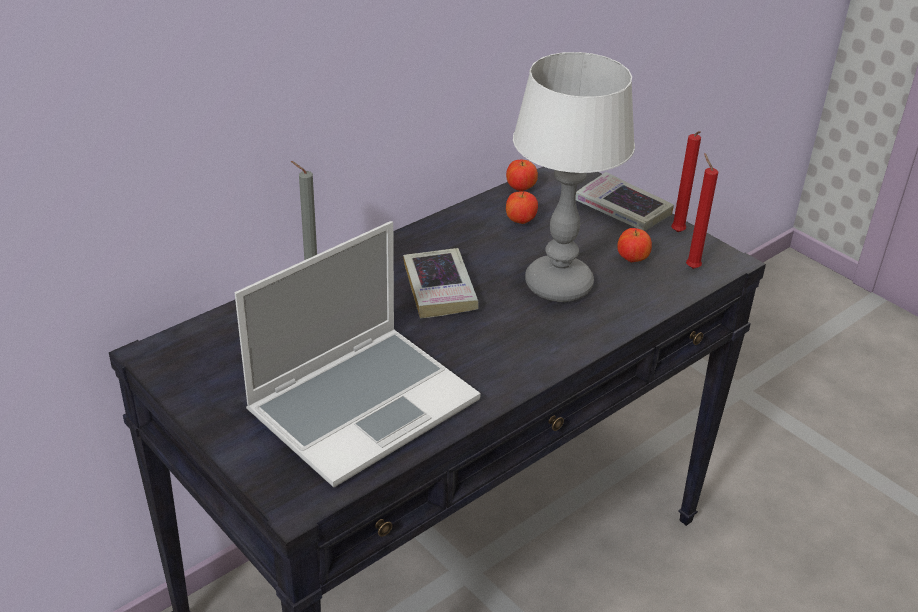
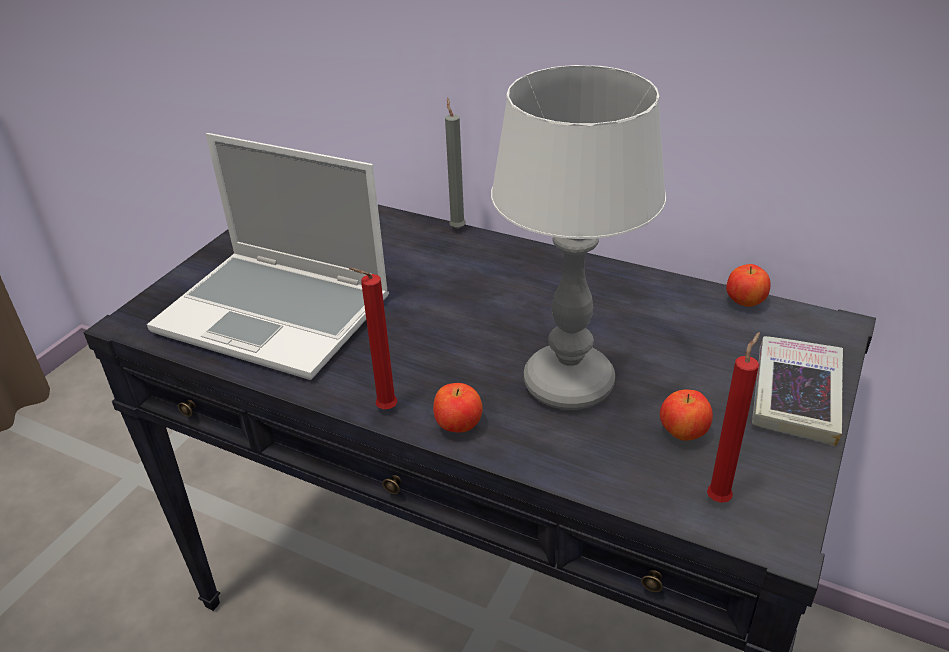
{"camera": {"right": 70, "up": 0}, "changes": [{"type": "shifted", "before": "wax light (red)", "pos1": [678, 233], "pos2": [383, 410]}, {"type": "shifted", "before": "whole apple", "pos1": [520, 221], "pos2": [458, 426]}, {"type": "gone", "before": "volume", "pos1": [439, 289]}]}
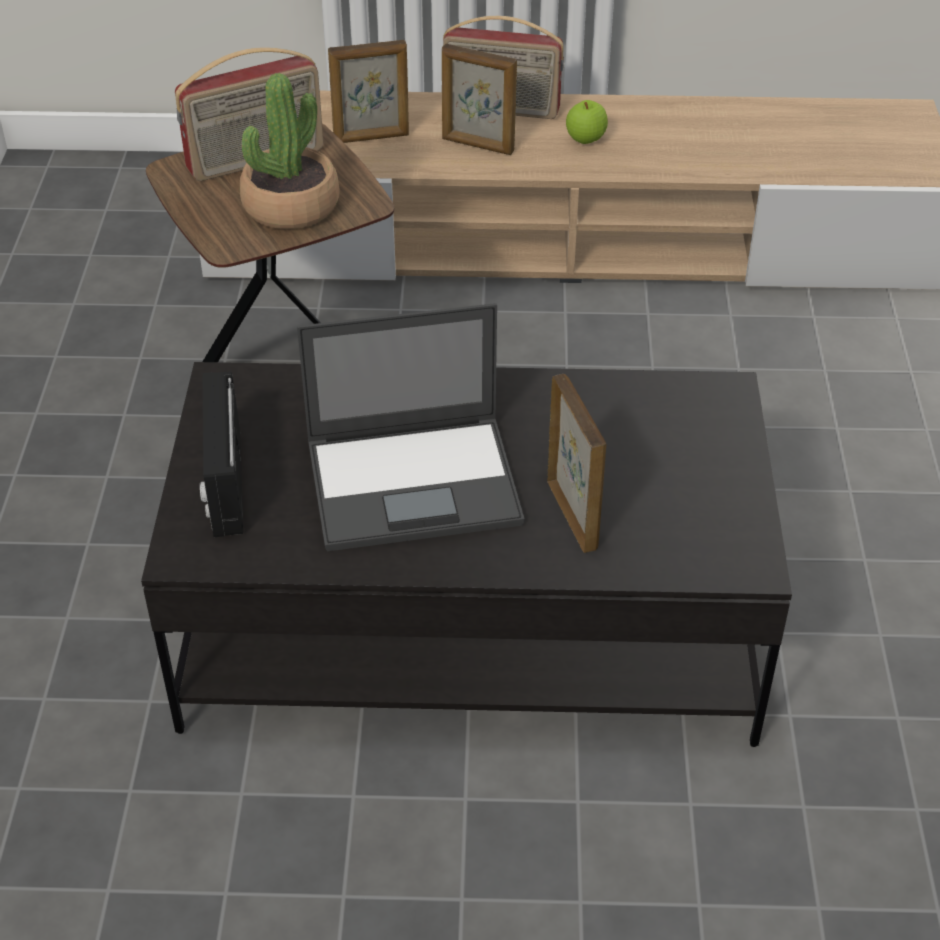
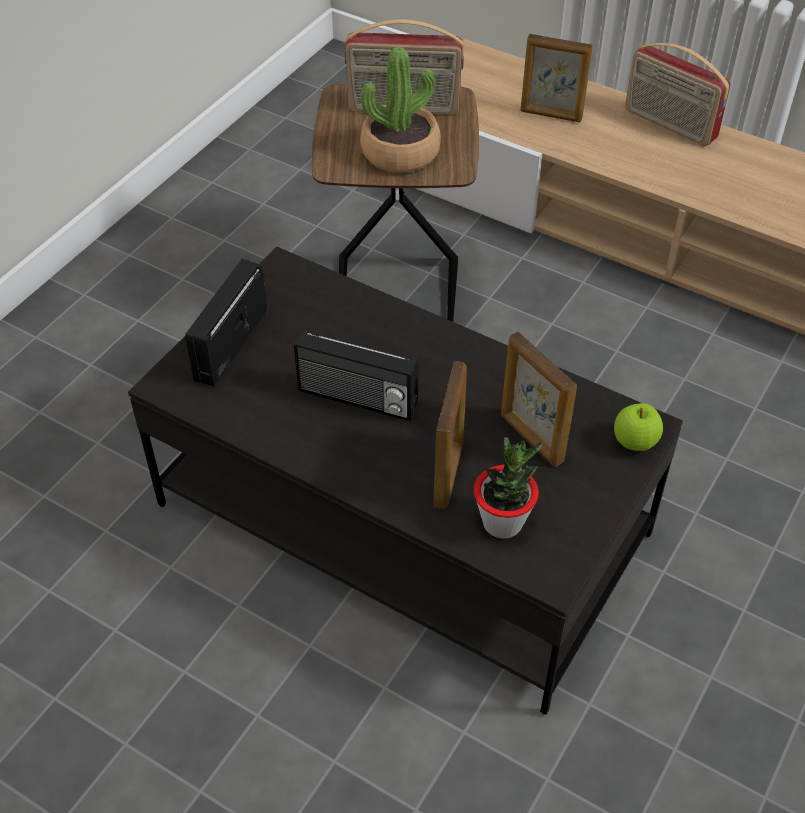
{"camera": {"right": 30, "up": 5}, "changes": [{"type": "shifted", "before": "picture frame", "pos1": [477, 145], "pos2": [531, 438]}, {"type": "shifted", "before": "whole apple", "pos1": [585, 140], "pos2": [634, 442]}, {"type": "swapped", "before": "laptop", "after": "radio set", "pos1": [416, 482], "pos2": [357, 399]}, {"type": "new", "after": "houseplant", "pos2": [503, 522]}]}
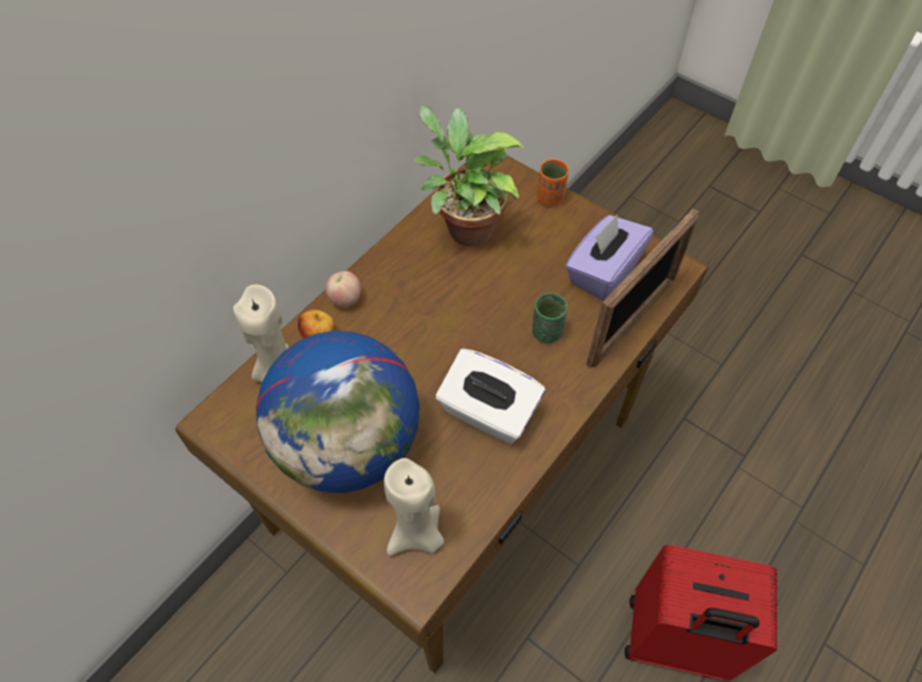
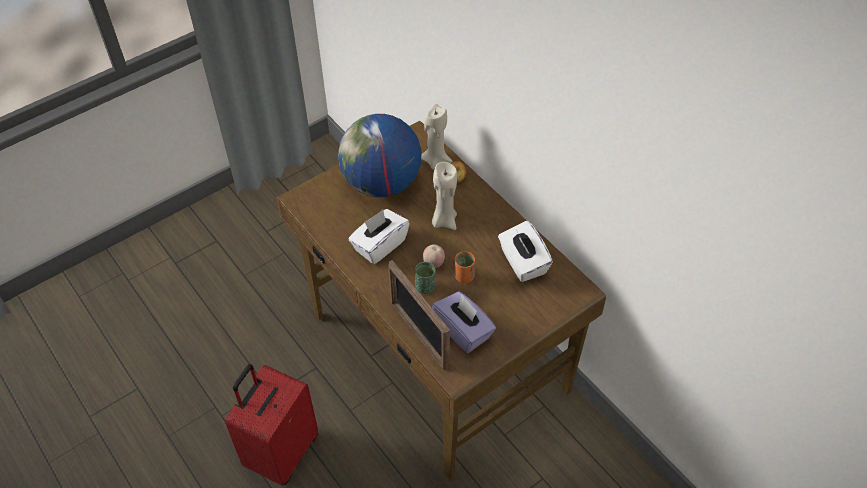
{"camera": {"right": 105, "up": -5}, "changes": [{"type": "swapped", "before": "houseplant", "after": "box of tissues (whitish)", "pos1": [464, 228], "pos2": [522, 263]}, {"type": "shifted", "before": "drinking cup (orange)", "pos1": [550, 198], "pos2": [464, 276]}, {"type": "shifted", "before": "whole apple", "pos1": [346, 300], "pos2": [433, 263]}, {"type": "shifted", "before": "wax light (sand-coloured)", "pos1": [417, 535], "pos2": [444, 220]}]}
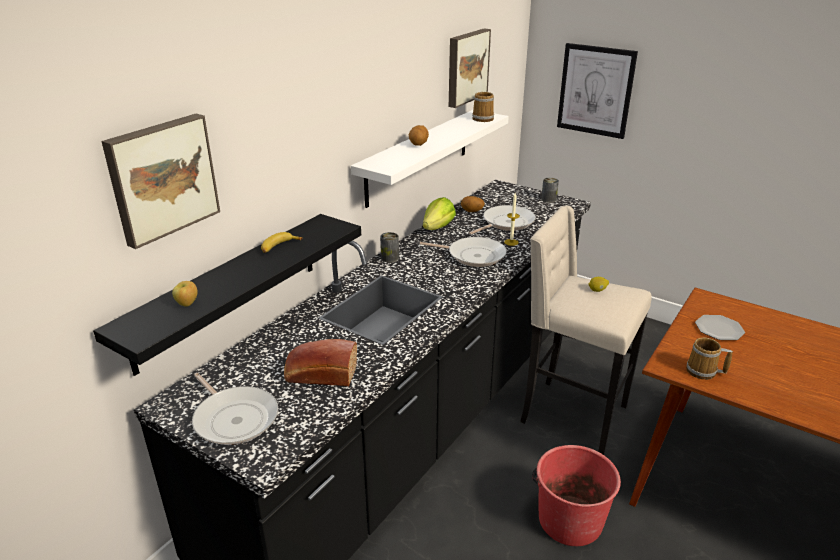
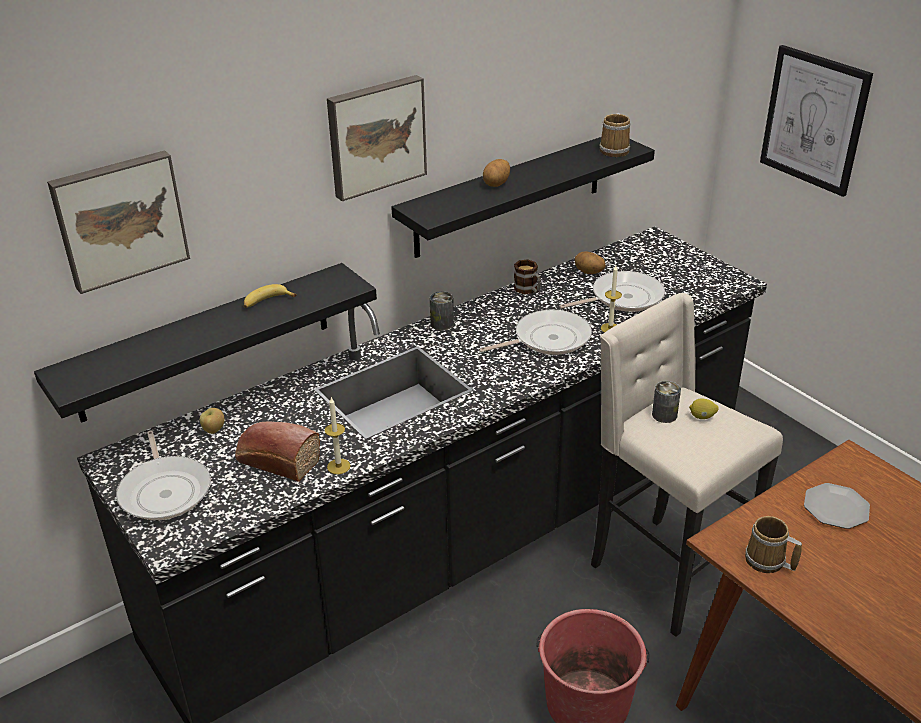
{"camera": {"right": 20, "up": 5}, "changes": [{"type": "shifted", "before": "wall art", "pos1": [466, 67], "pos2": [375, 136]}, {"type": "repainted", "before": "wall shelf (whitish)", "after": "wall shelf (black)", "pos1": [418, 156], "pos2": [510, 195]}, {"type": "shifted", "before": "metal can", "pos1": [548, 199], "pos2": [664, 415]}, {"type": "swapped", "before": "lettuce", "after": "coffee mug", "pos1": [438, 228], "pos2": [528, 290]}, {"type": "rotated", "before": "pan", "pos1": [473, 255], "pos2": [547, 339], "turn": -60}, {"type": "shifted", "before": "whole apple", "pos1": [187, 304], "pos2": [214, 430]}, {"type": "new", "after": "wax light", "pos2": [338, 466]}]}
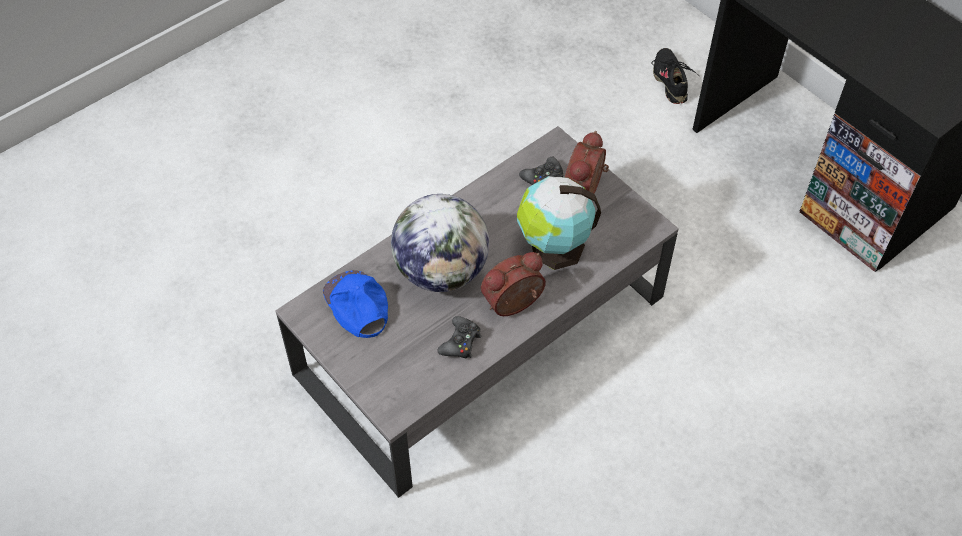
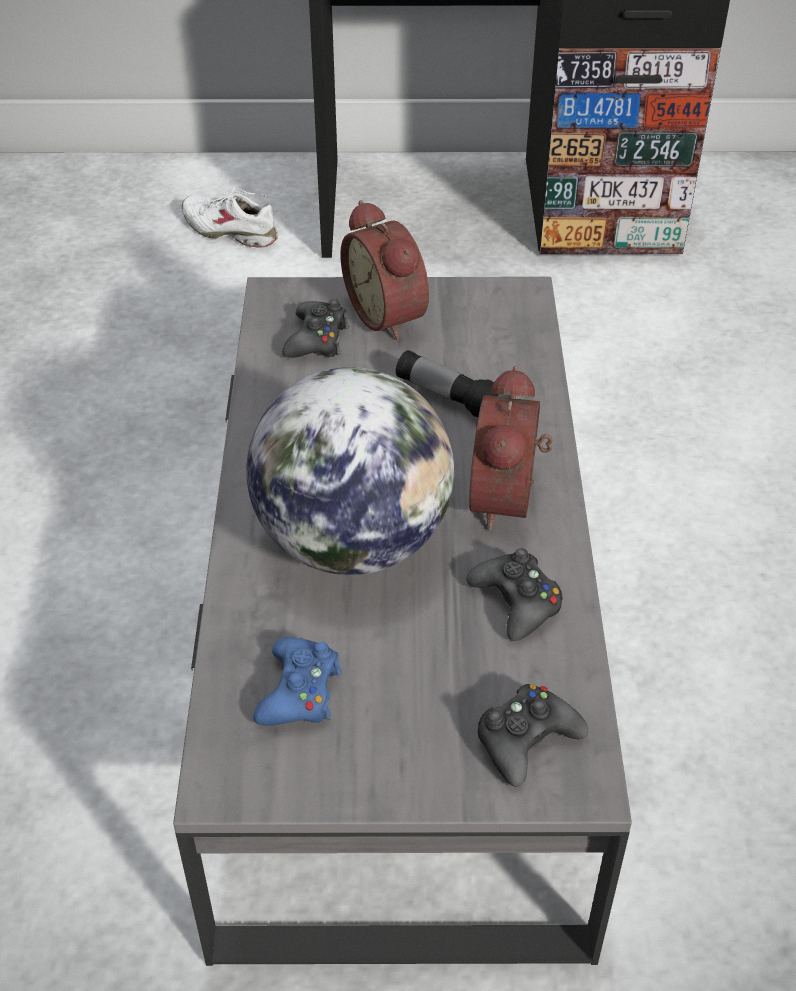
{"camera": {"right": -50, "up": -10}, "changes": [{"type": "repainted", "before": "low shoe (black)", "after": "low shoe (whitish)", "pos1": [671, 81], "pos2": [231, 230]}, {"type": "swapped", "before": "desk globe", "after": "flashlight", "pos1": [554, 247], "pos2": [451, 399]}, {"type": "swapped", "before": "baseball cap (blue-coloured)", "after": "game controller (blue-coloured)", "pos1": [357, 305], "pos2": [300, 692]}, {"type": "new", "after": "game controller (black)", "pos2": [526, 740]}]}
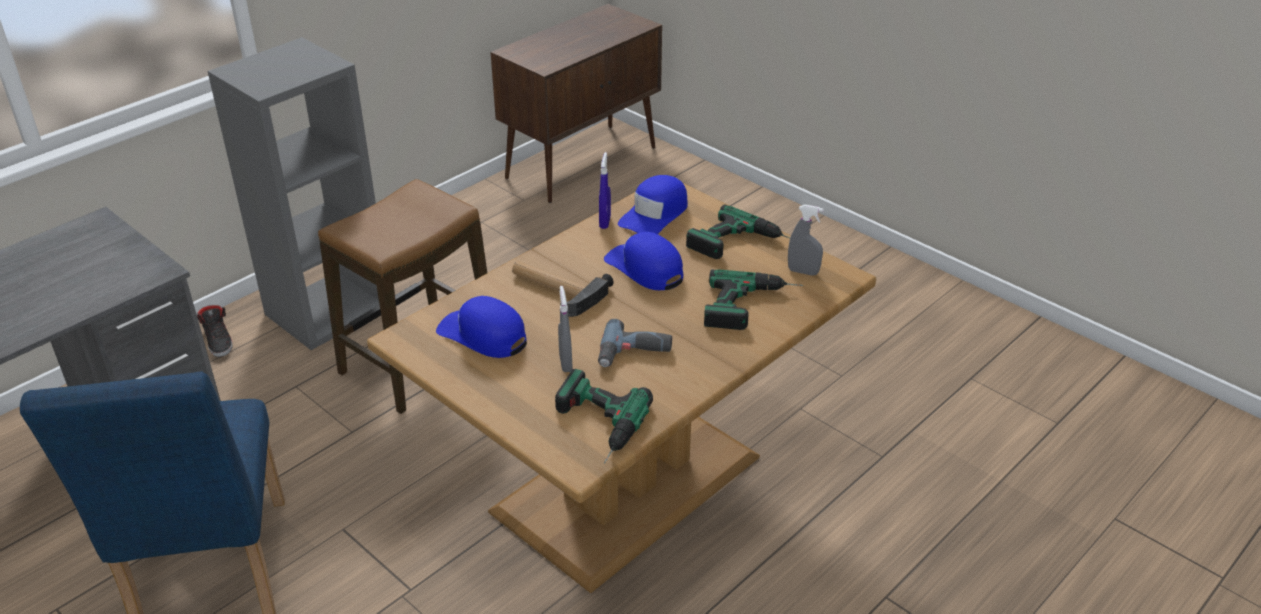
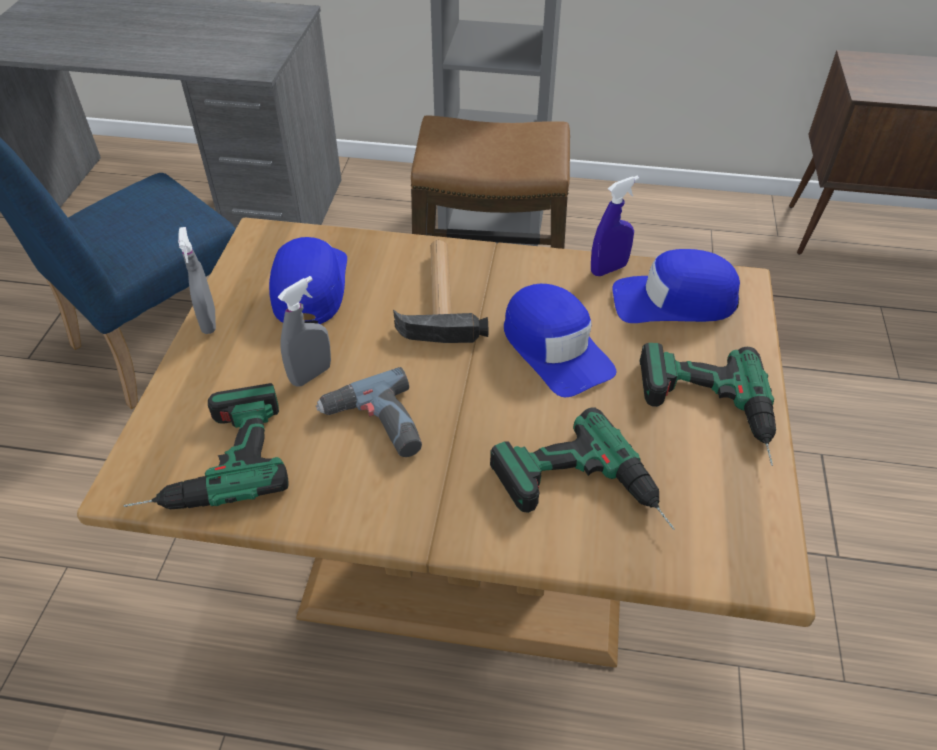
{"camera": {"right": 55, "up": 10}, "changes": [{"type": "shifted", "before": "spray bottle (gray)", "pos1": [803, 272], "pos2": [209, 321]}, {"type": "rotated", "before": "baseball cap (blue-coloured)", "pos1": [645, 268], "pos2": [555, 348], "turn": 135}, {"type": "gone", "before": "low shoe (black)", "pos1": [219, 340]}]}
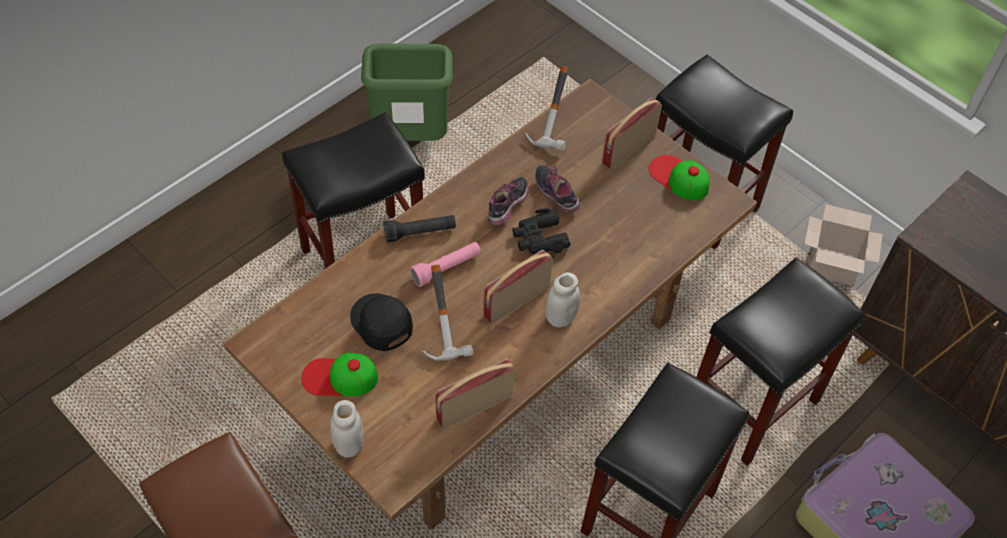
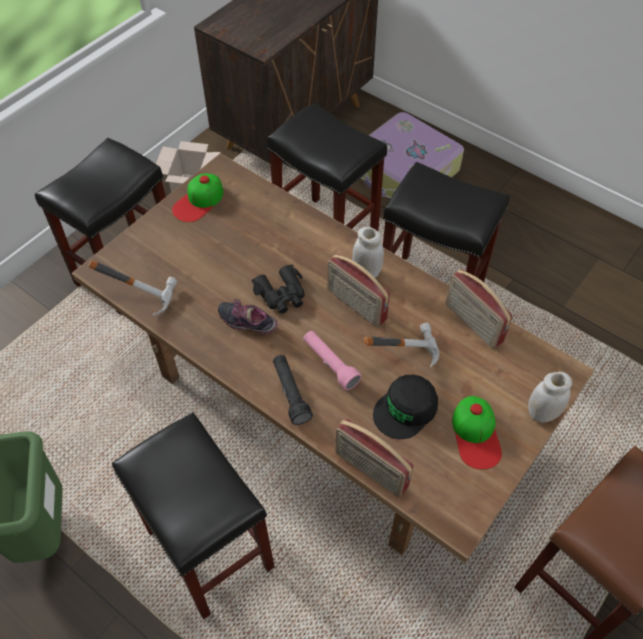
{"camera": {"right": -95, "up": 0}, "changes": [{"type": "shifted", "before": "radio set", "pos1": [627, 148], "pos2": [370, 470]}, {"type": "gone", "before": "low shoe", "pos1": [557, 195]}]}
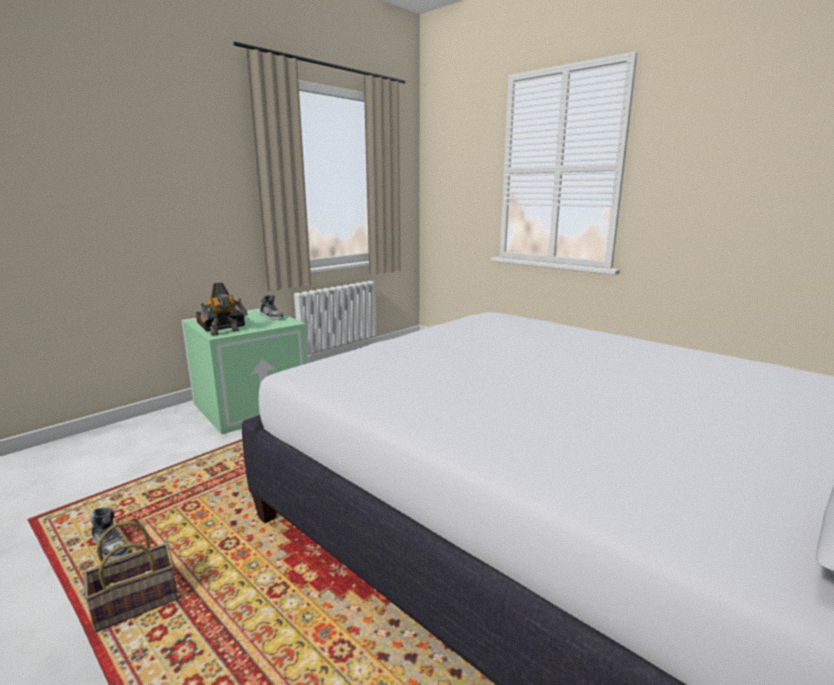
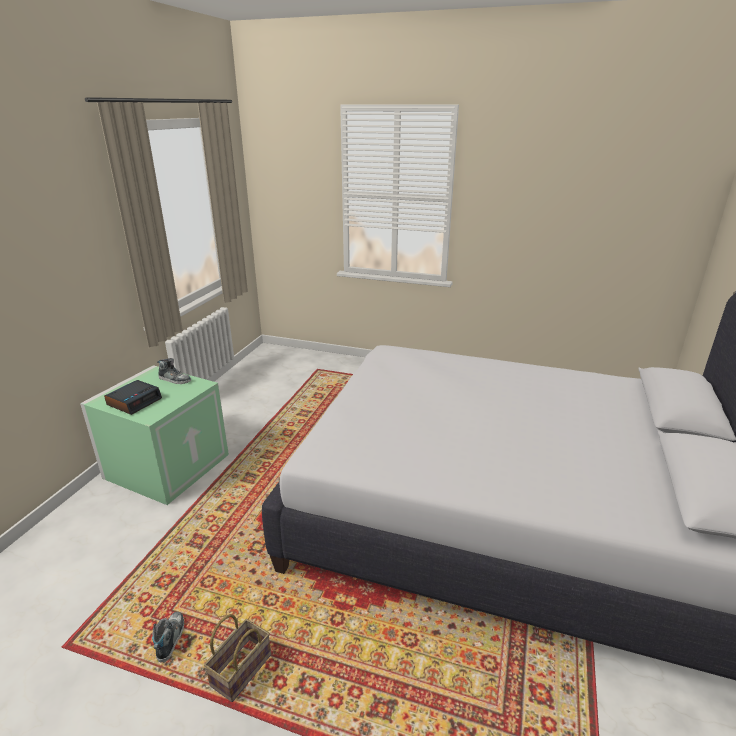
{"camera": {"right": -25, "up": 10}, "changes": [{"type": "gone", "before": "model robot", "pos1": [226, 333]}, {"type": "rotated", "before": "low shoe", "pos1": [110, 546], "pos2": [170, 638], "turn": -105}]}
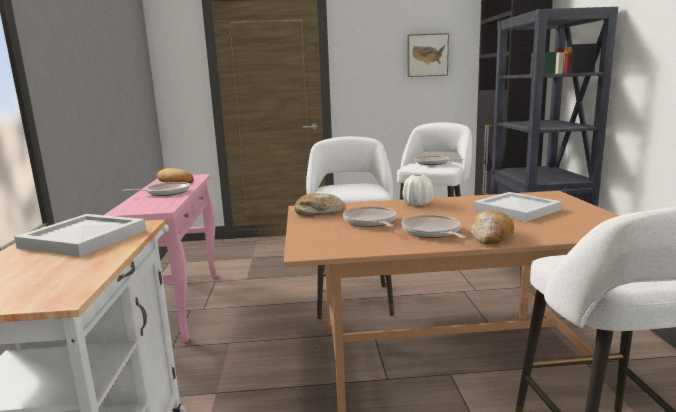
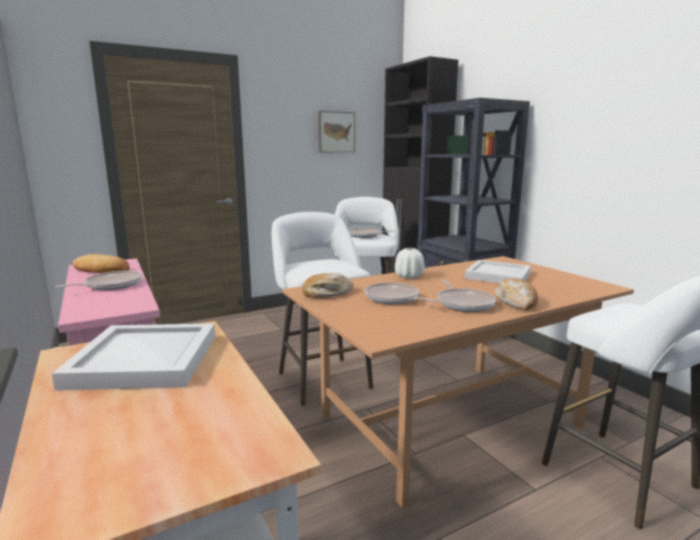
{"camera": {"right": -25, "up": 0}, "changes": [{"type": "rotated", "before": "pan", "pos1": [432, 232], "pos2": [464, 303], "turn": -150}]}
